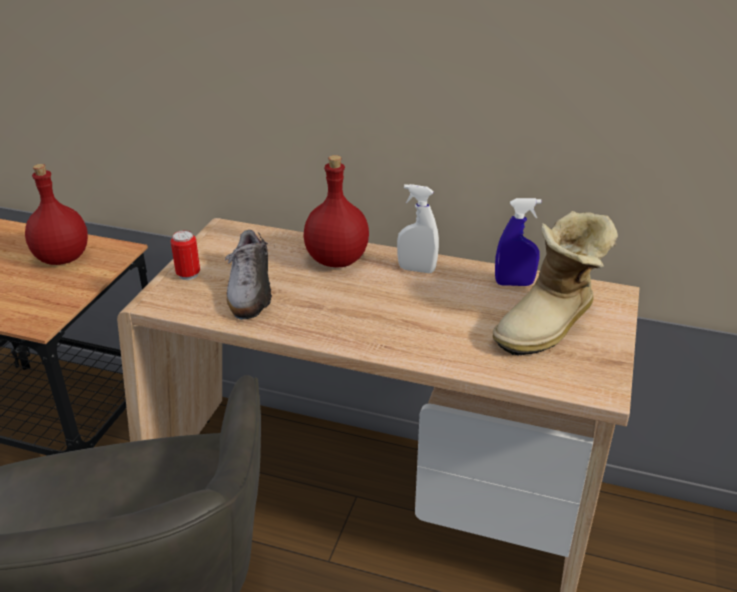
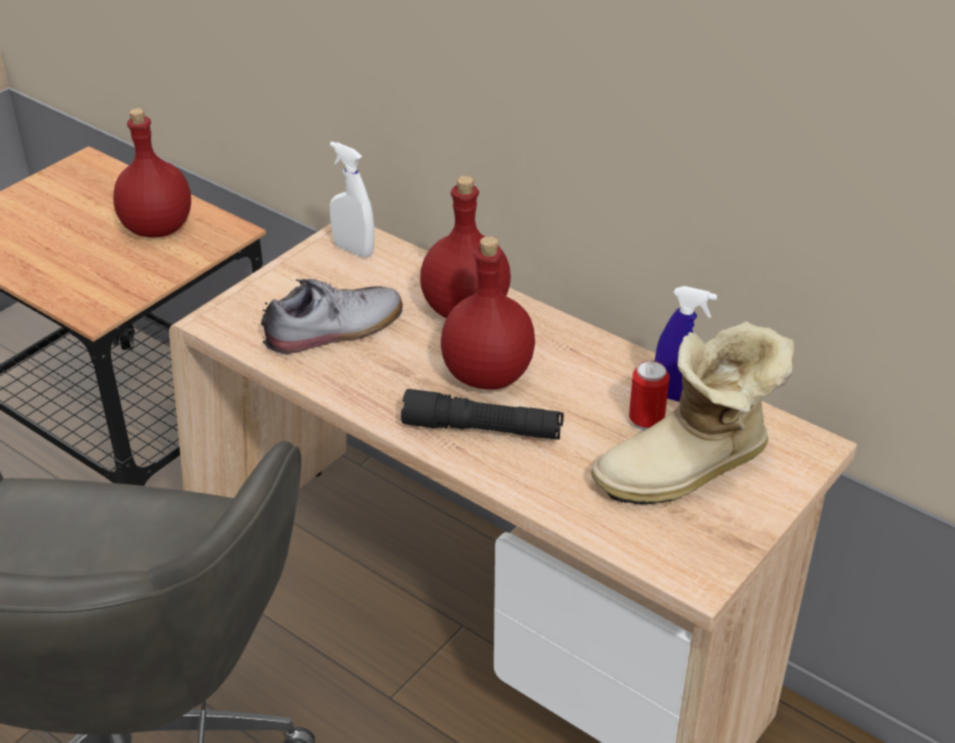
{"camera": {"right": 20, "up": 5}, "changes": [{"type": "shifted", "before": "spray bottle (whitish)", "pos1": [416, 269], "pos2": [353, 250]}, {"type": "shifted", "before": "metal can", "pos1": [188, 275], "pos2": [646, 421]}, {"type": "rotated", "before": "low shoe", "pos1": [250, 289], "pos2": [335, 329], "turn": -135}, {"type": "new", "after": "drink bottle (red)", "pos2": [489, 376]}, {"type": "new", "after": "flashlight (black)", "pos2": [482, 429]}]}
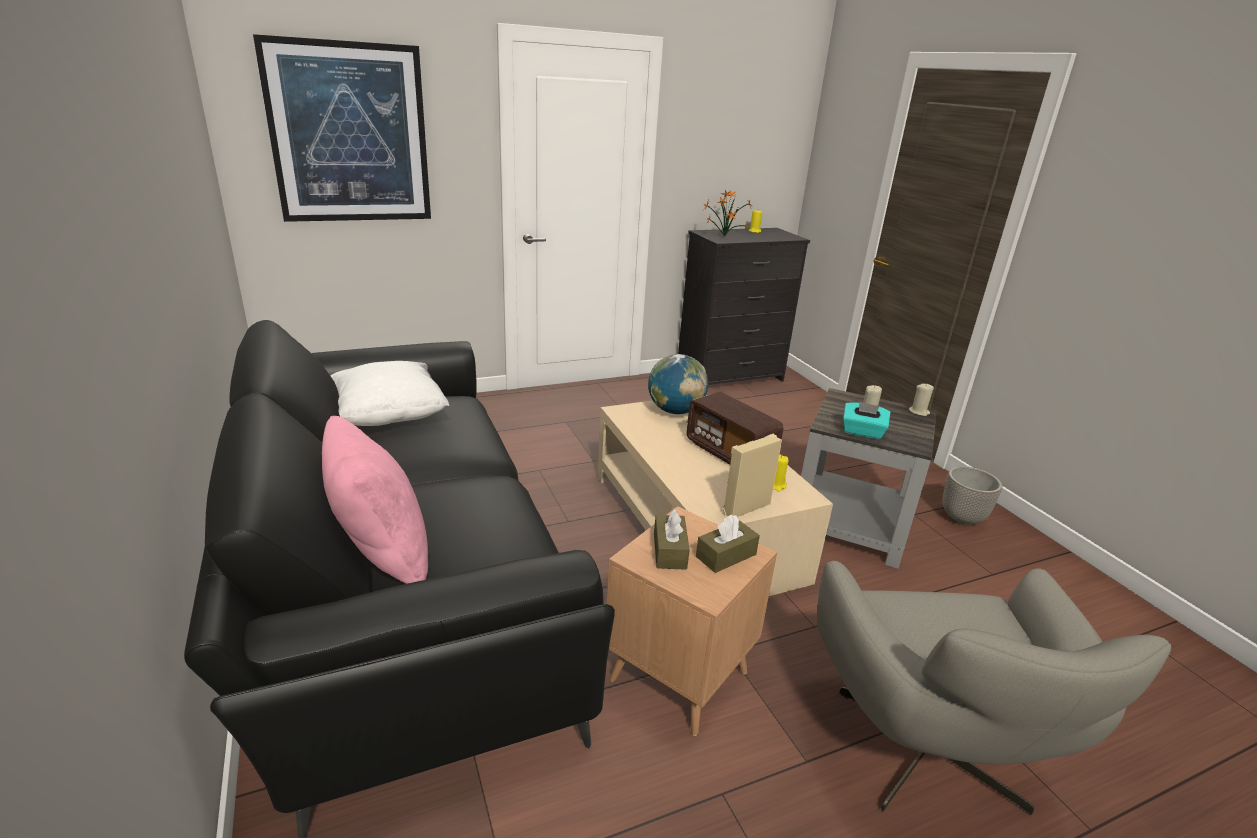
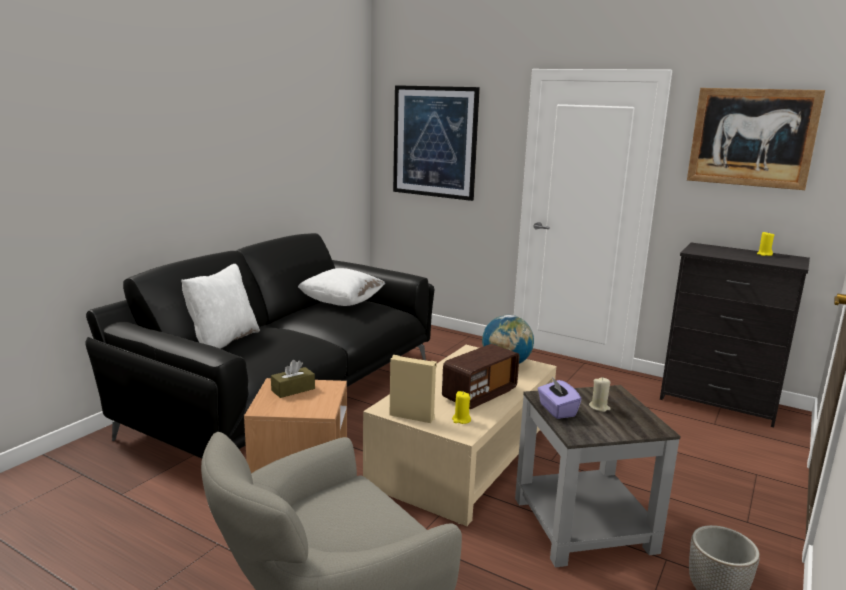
{"camera": {"right": 55, "up": -10}, "changes": [{"type": "gone", "before": "houseplant", "pos1": [722, 236]}, {"type": "gone", "before": "wax light (sand-coloured)", "pos1": [919, 412]}, {"type": "rotated", "before": "radio set", "pos1": [730, 453], "pos2": [479, 395], "turn": -150}, {"type": "repainted", "before": "box of tissues (blue-green)", "after": "box of tissues (purple)", "pos1": [862, 432], "pos2": [556, 410]}, {"type": "repainted", "before": "pillow (pink)", "after": "pillow (whitish)", "pos1": [381, 554], "pos2": [223, 341]}, {"type": "gone", "before": "box of tissues (brown)", "pos1": [726, 555]}, {"type": "new", "after": "wall art", "pos2": [752, 137]}]}
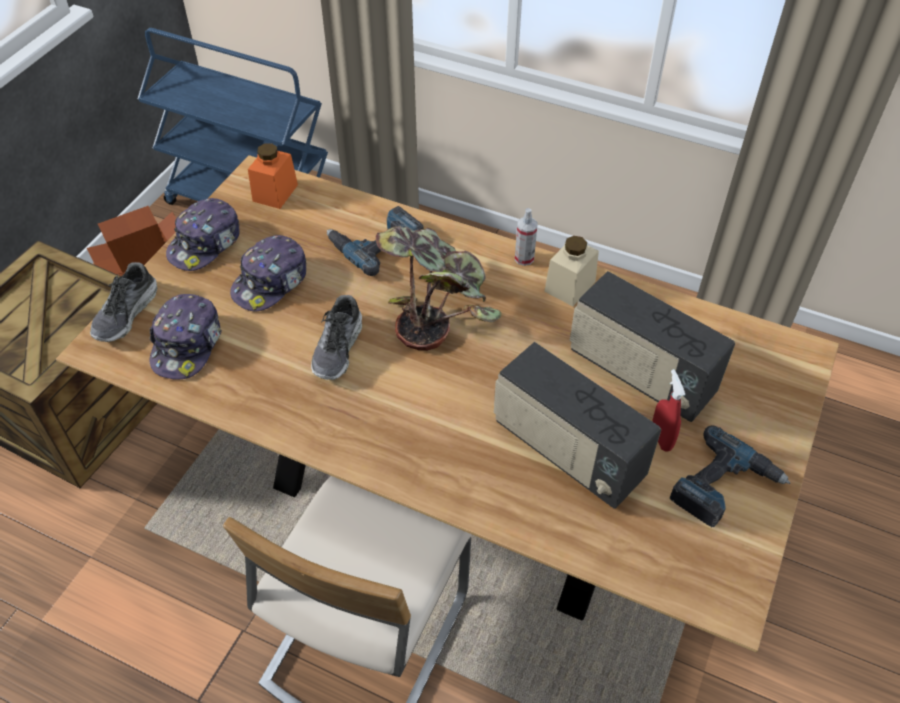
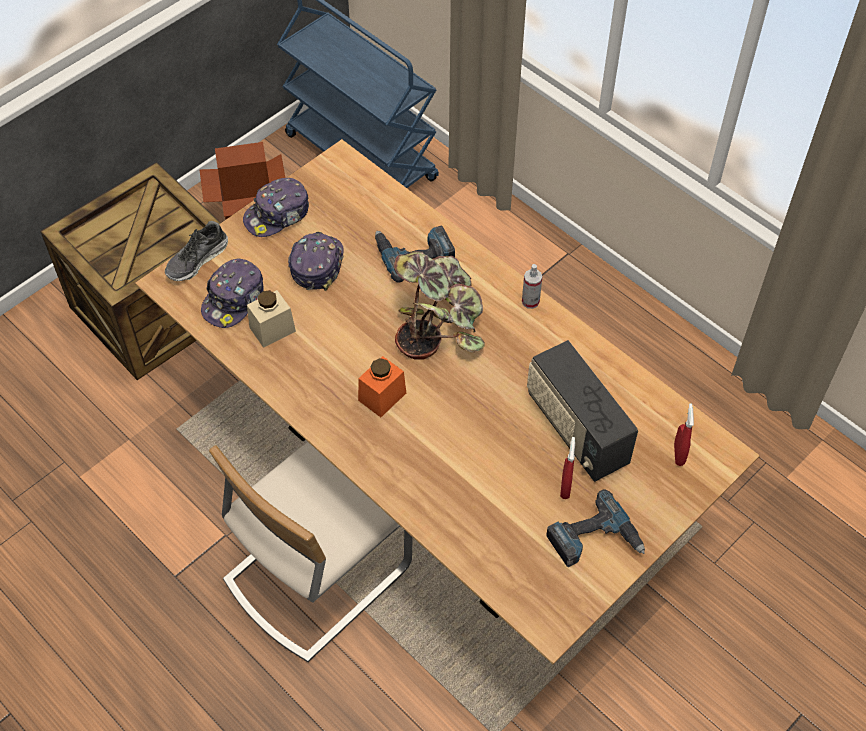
{"camera": {"right": 20, "up": 5}, "changes": [{"type": "shifted", "before": "jar (orange)", "pos1": [275, 193], "pos2": [382, 397]}, {"type": "rotated", "before": "baseball cap", "pos1": [271, 282], "pos2": [316, 264], "turn": 135}, {"type": "shifted", "before": "jar (sand-coloured)", "pos1": [570, 286], "pos2": [272, 329]}, {"type": "gone", "before": "low shoe", "pos1": [338, 349]}, {"type": "gone", "before": "radio set", "pos1": [567, 451]}, {"type": "new", "after": "spray bottle (red)", "pos2": [679, 454]}]}
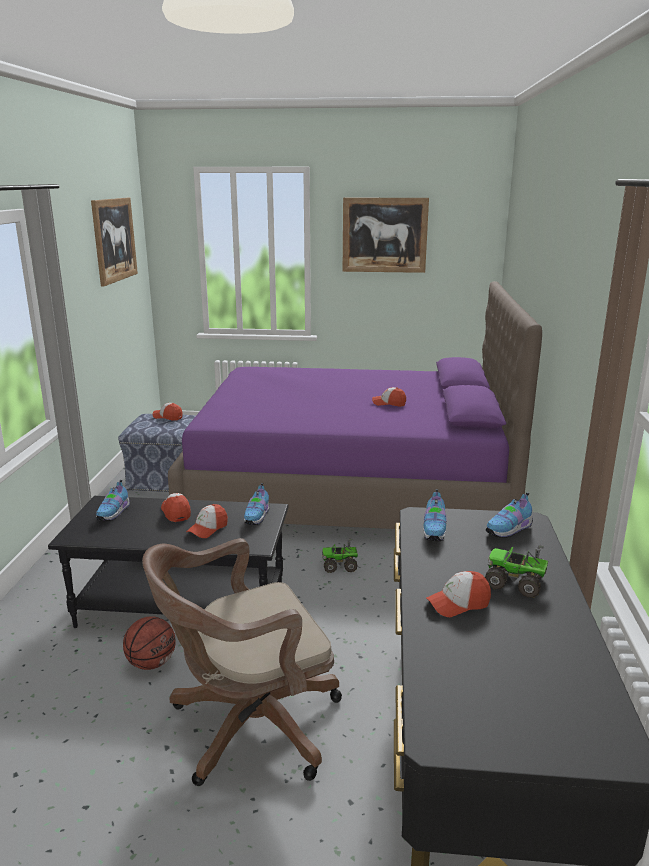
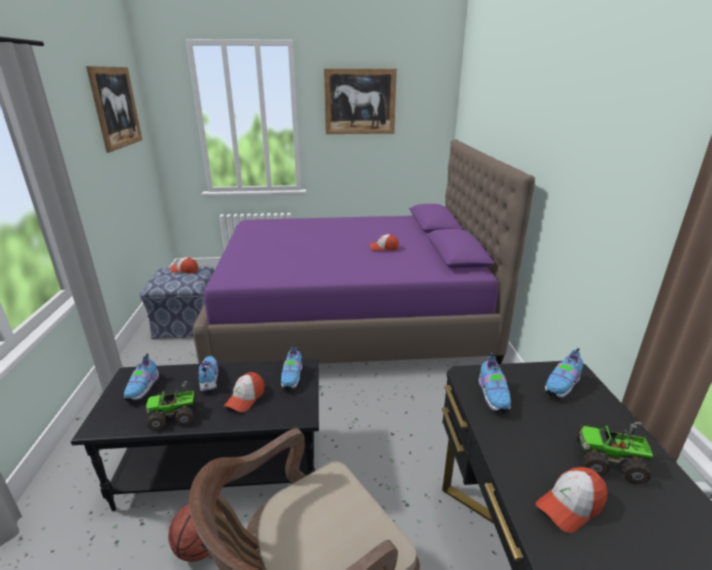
{"camera": {"right": -10, "up": 5}, "changes": [{"type": "swapped", "before": "baseball cap", "after": "low shoe", "pos1": [176, 512], "pos2": [209, 380]}, {"type": "shifted", "before": "model truck", "pos1": [340, 565], "pos2": [174, 415]}]}
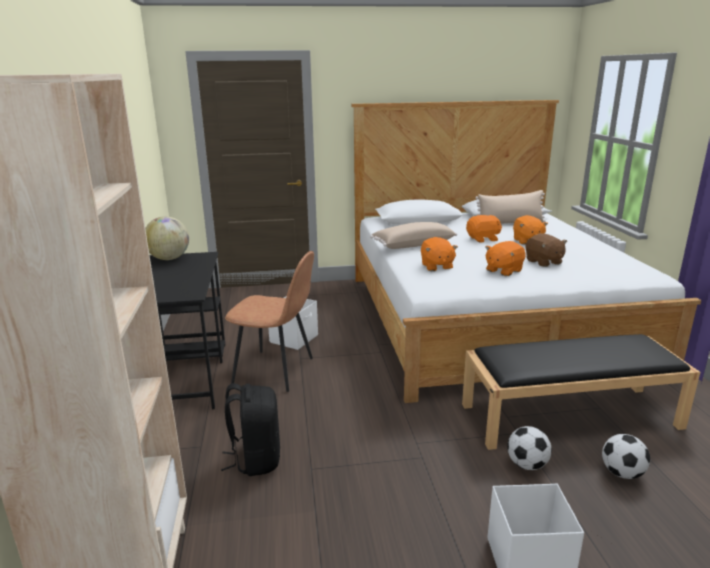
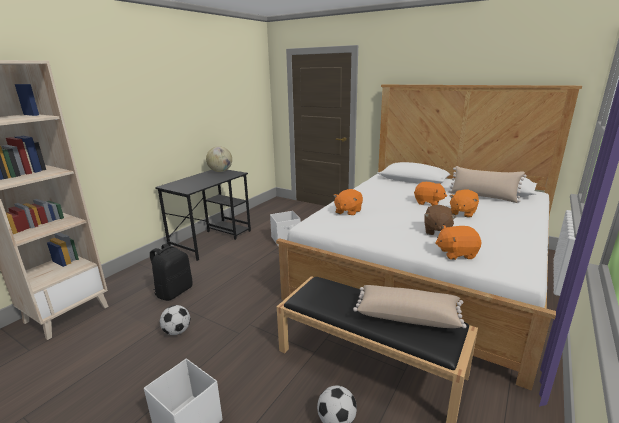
{"camera": {"right": 40, "up": 0}, "changes": [{"type": "shifted", "before": "pillow (sand-coloured)", "pos1": [413, 245], "pos2": [407, 315]}, {"type": "shifted", "before": "soft toy (orange)", "pos1": [503, 270], "pos2": [456, 253]}, {"type": "gone", "before": "upright chair (brown)", "pos1": [275, 371]}, {"type": "shifted", "before": "football", "pos1": [526, 464], "pos2": [177, 331]}]}
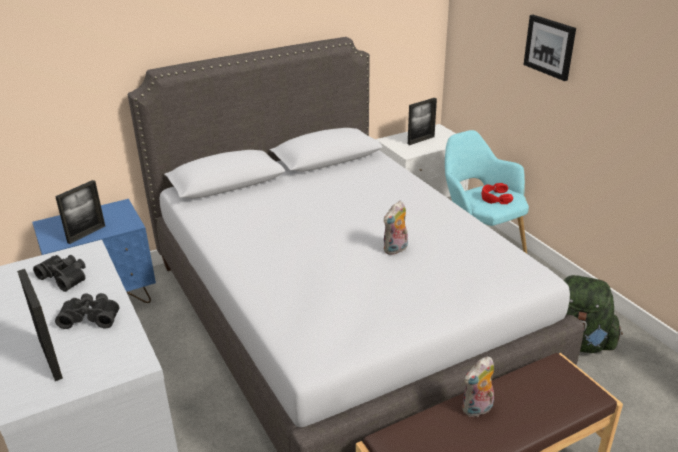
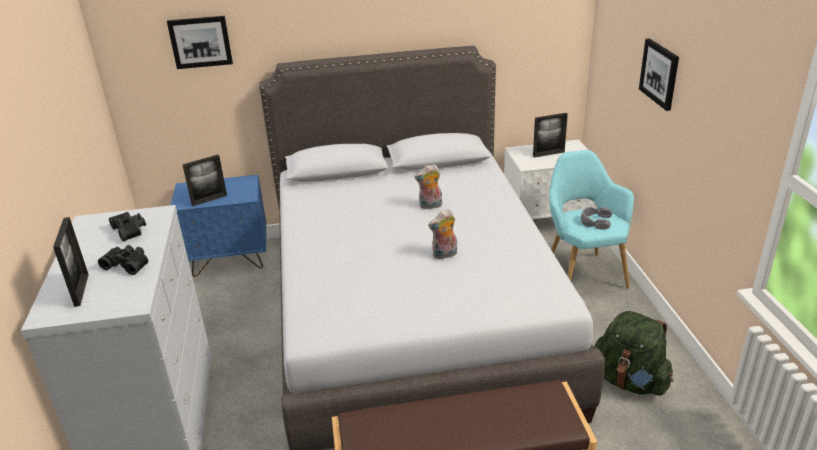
{"camera": {"right": 20, "up": 0}, "changes": [{"type": "repainted", "before": "headphones (red)", "after": "headphones (gray)", "pos1": [495, 197], "pos2": [595, 221]}, {"type": "shifted", "before": "soft toy", "pos1": [477, 410], "pos2": [430, 206]}, {"type": "new", "after": "wall art", "pos2": [200, 42]}]}
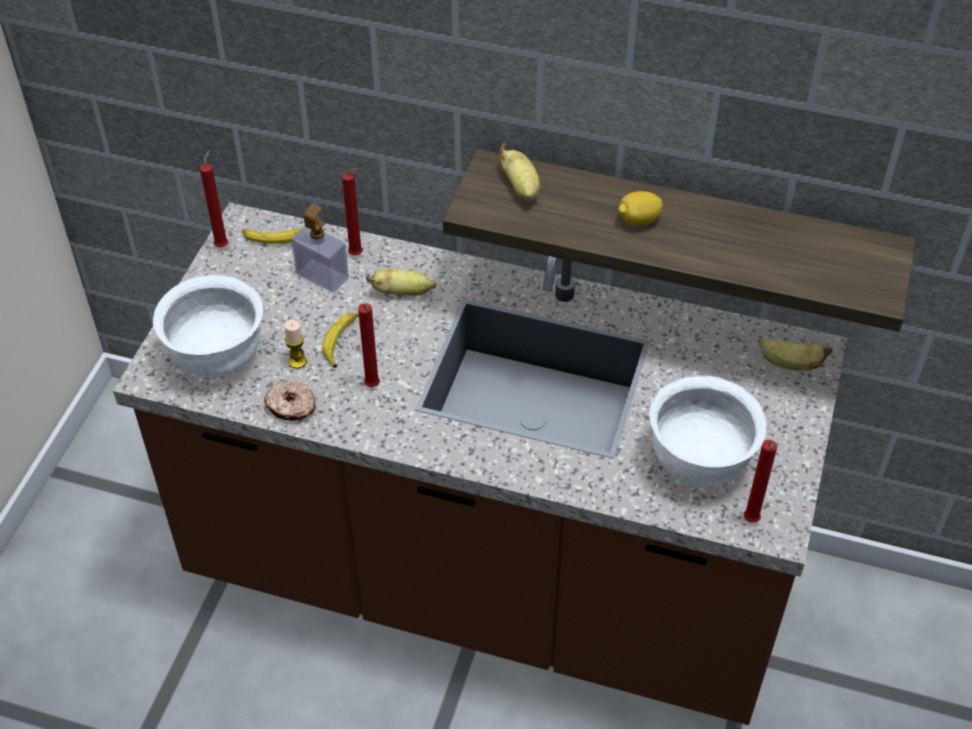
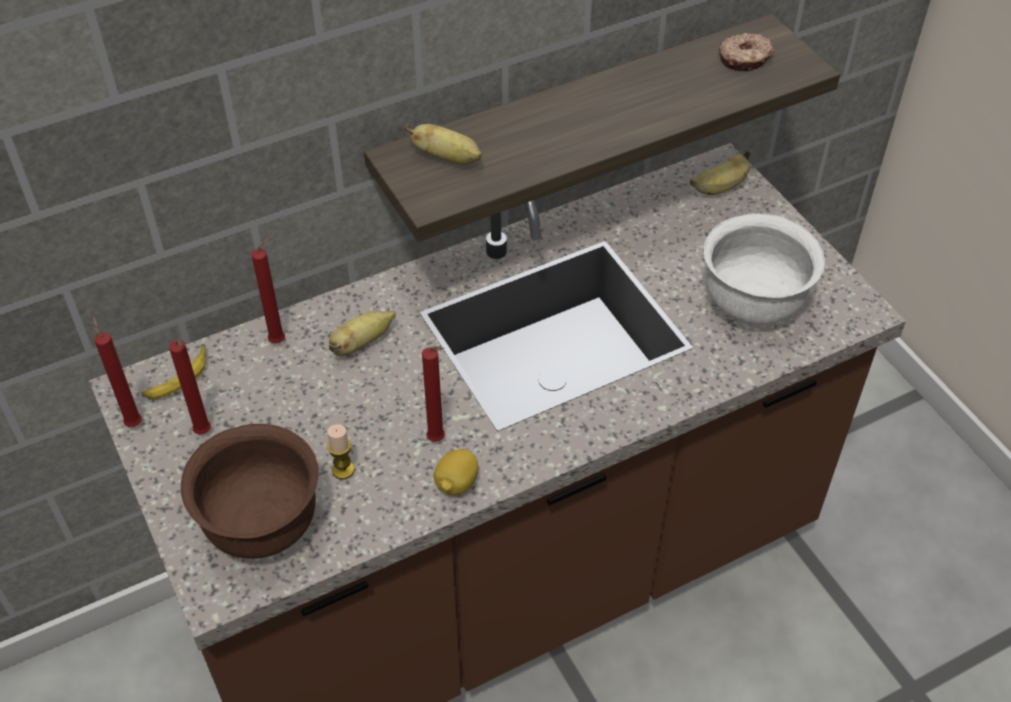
{"camera": {"right": -45, "up": 0}, "changes": [{"type": "shifted", "before": "lemon", "pos1": [638, 221], "pos2": [456, 484]}, {"type": "gone", "before": "liquid soap bottle", "pos1": [322, 276]}, {"type": "repainted", "before": "bowl (whitish)", "after": "bowl (brown)", "pos1": [217, 358], "pos2": [262, 525]}, {"type": "gone", "before": "banana", "pos1": [341, 342]}, {"type": "shifted", "before": "ring doughnut", "pos1": [291, 407], "pos2": [745, 59]}, {"type": "shifted", "before": "wax light (red)", "pos1": [750, 522], "pos2": [204, 434]}]}
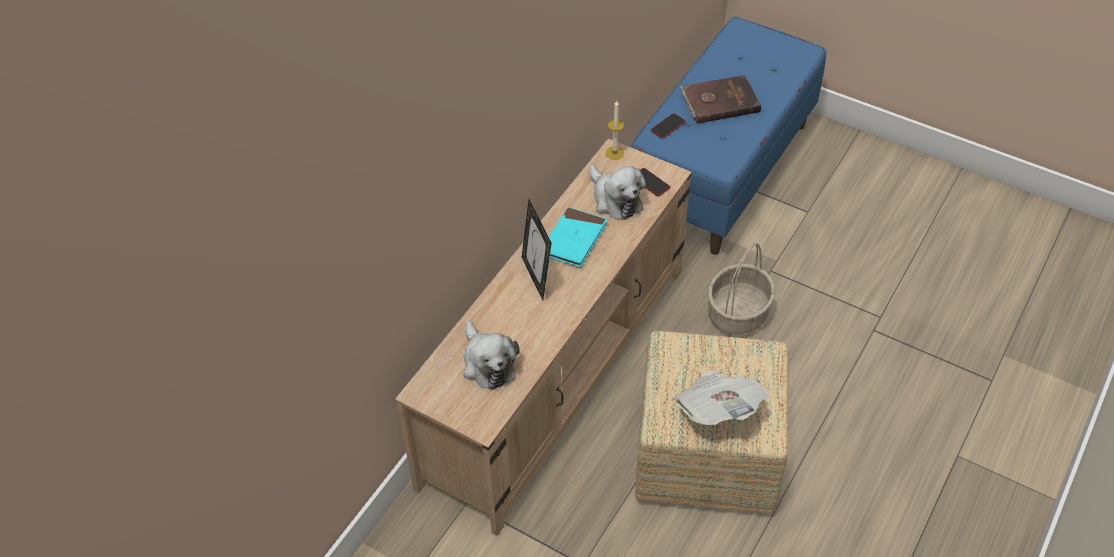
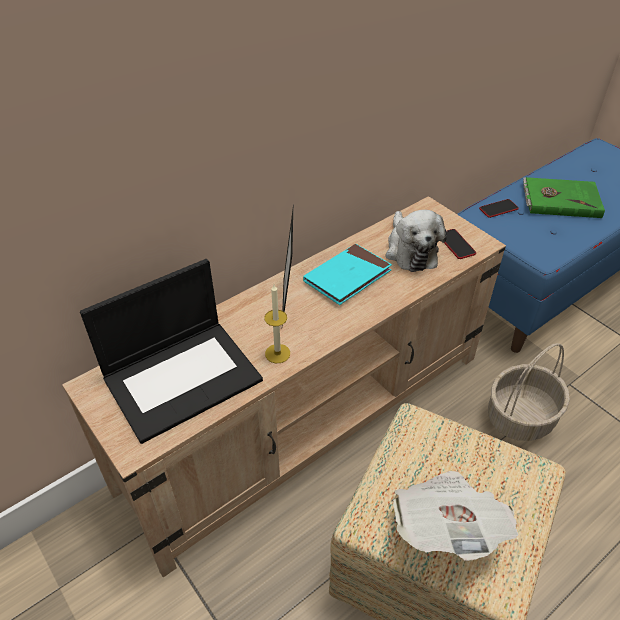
{"camera": {"right": 20, "up": -5}, "changes": [{"type": "repainted", "before": "volume (brown)", "after": "volume (greenish)", "pos1": [719, 101], "pos2": [560, 200]}, {"type": "shifted", "before": "wax light", "pos1": [614, 153], "pos2": [277, 353]}, {"type": "swapped", "before": "soft toy", "after": "laptop", "pos1": [487, 363], "pos2": [183, 377]}]}
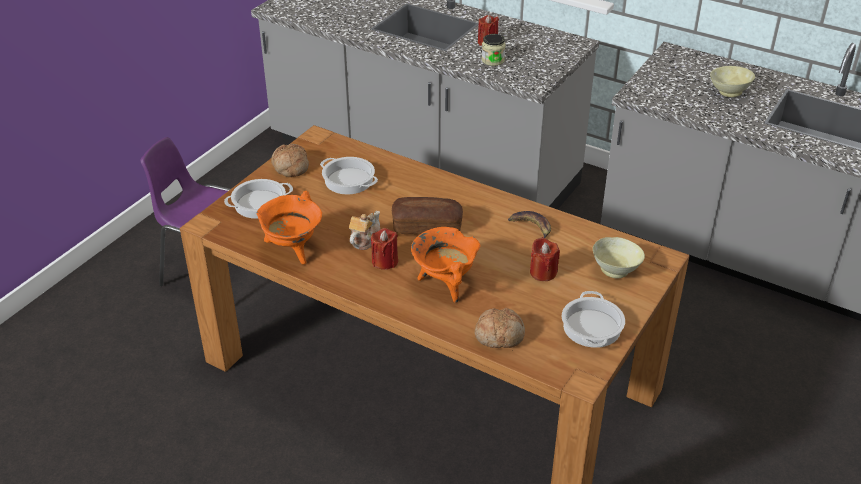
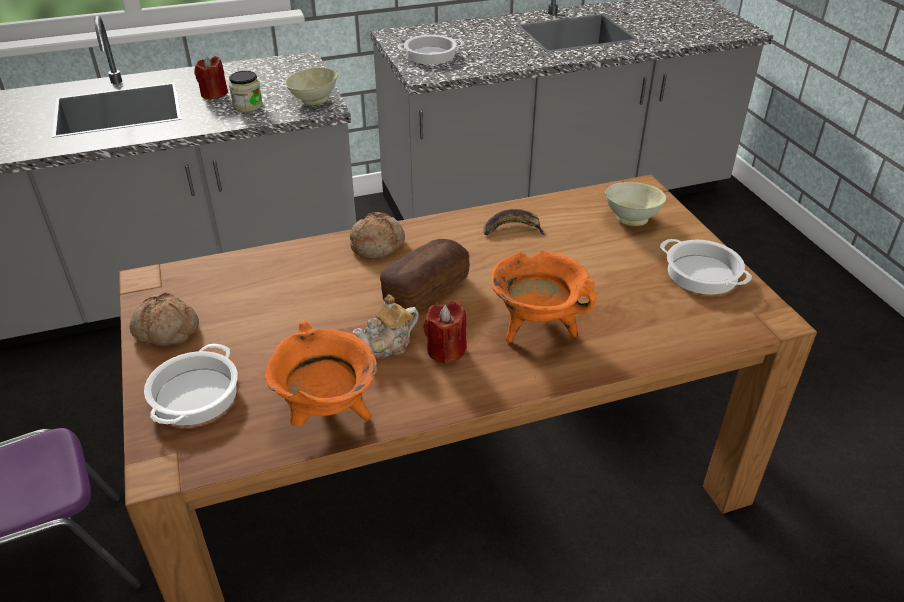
{"camera": {"right": -50, "up": 0}, "changes": [{"type": "shifted", "before": "bowl (sand-coloured)", "pos1": [728, 92], "pos2": [313, 100]}, {"type": "shifted", "before": "cooking pot", "pos1": [348, 180], "pos2": [430, 55]}, {"type": "rotated", "before": "pot for tea", "pos1": [364, 240], "pos2": [388, 345], "turn": -105}, {"type": "gone", "before": "wax light (red)", "pos1": [543, 272]}, {"type": "shifted", "before": "bakery bread", "pos1": [499, 334], "pos2": [377, 244]}]}
